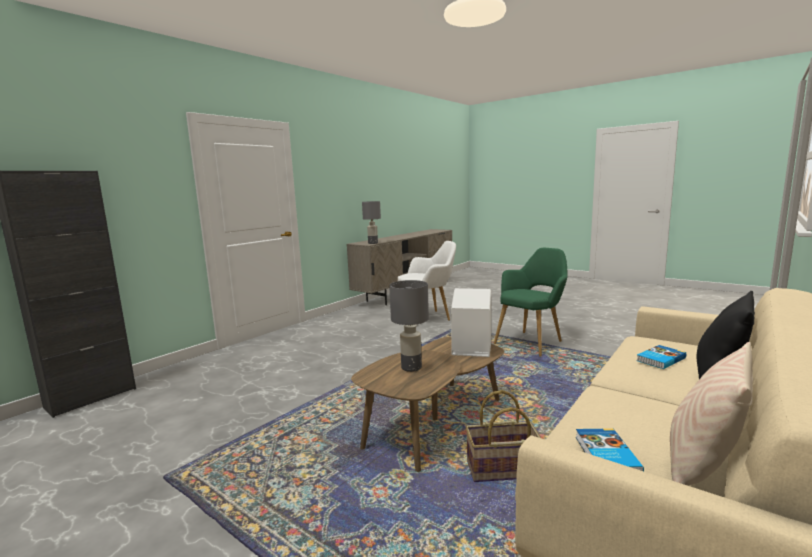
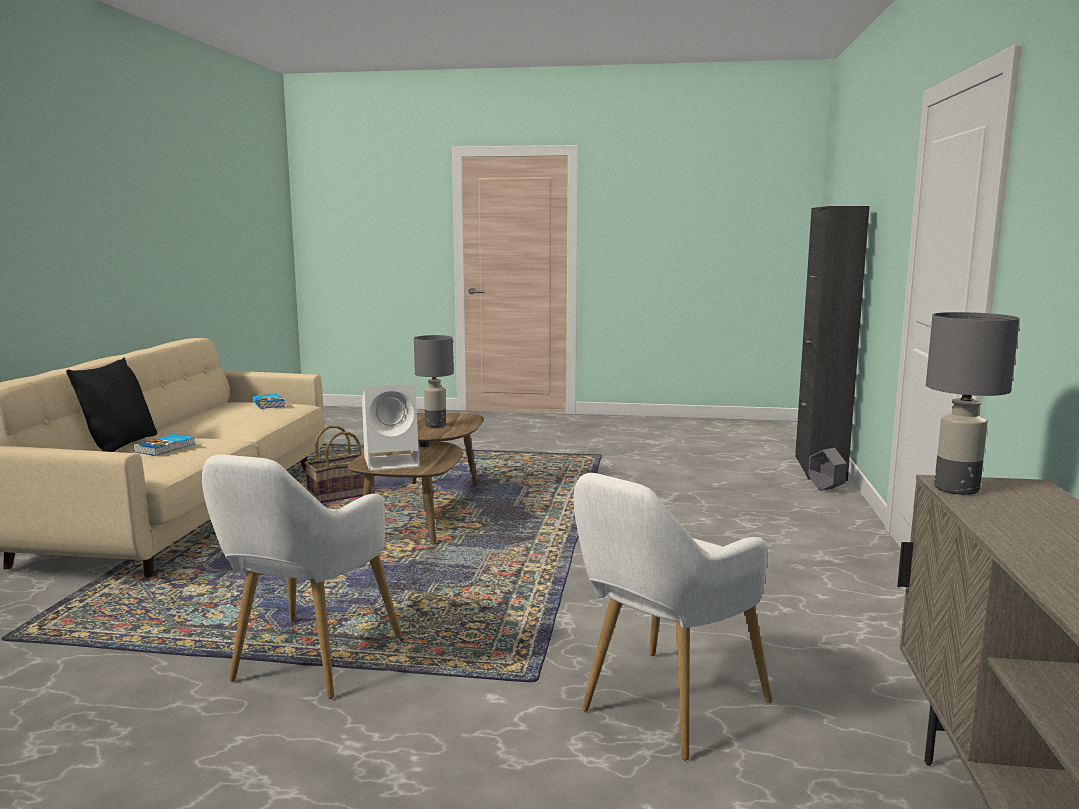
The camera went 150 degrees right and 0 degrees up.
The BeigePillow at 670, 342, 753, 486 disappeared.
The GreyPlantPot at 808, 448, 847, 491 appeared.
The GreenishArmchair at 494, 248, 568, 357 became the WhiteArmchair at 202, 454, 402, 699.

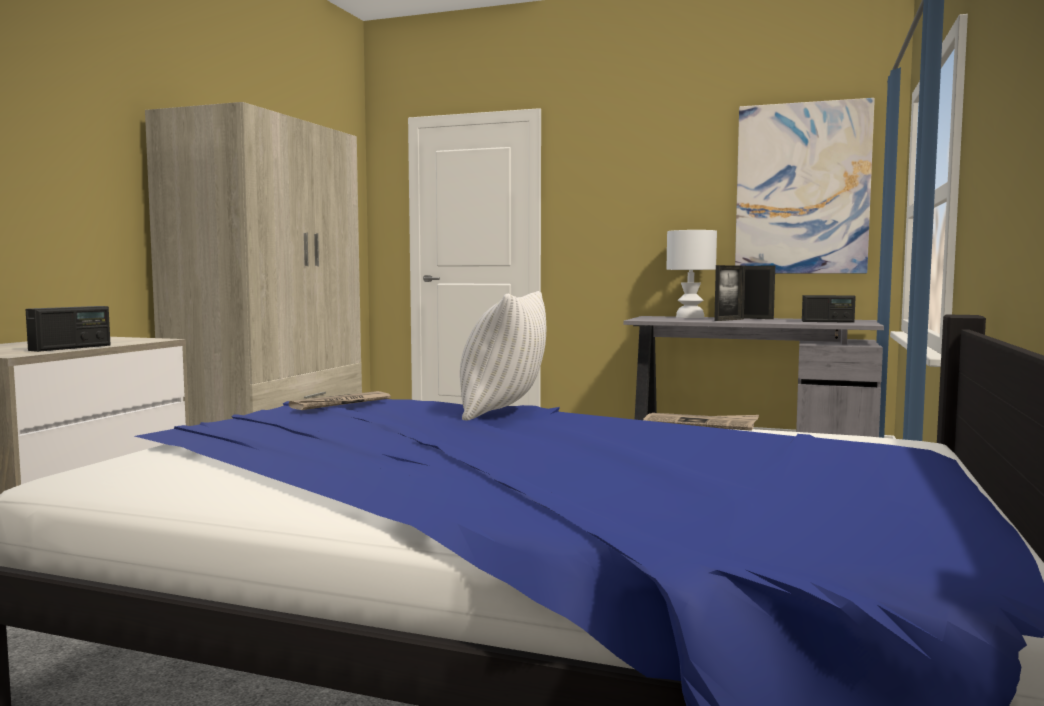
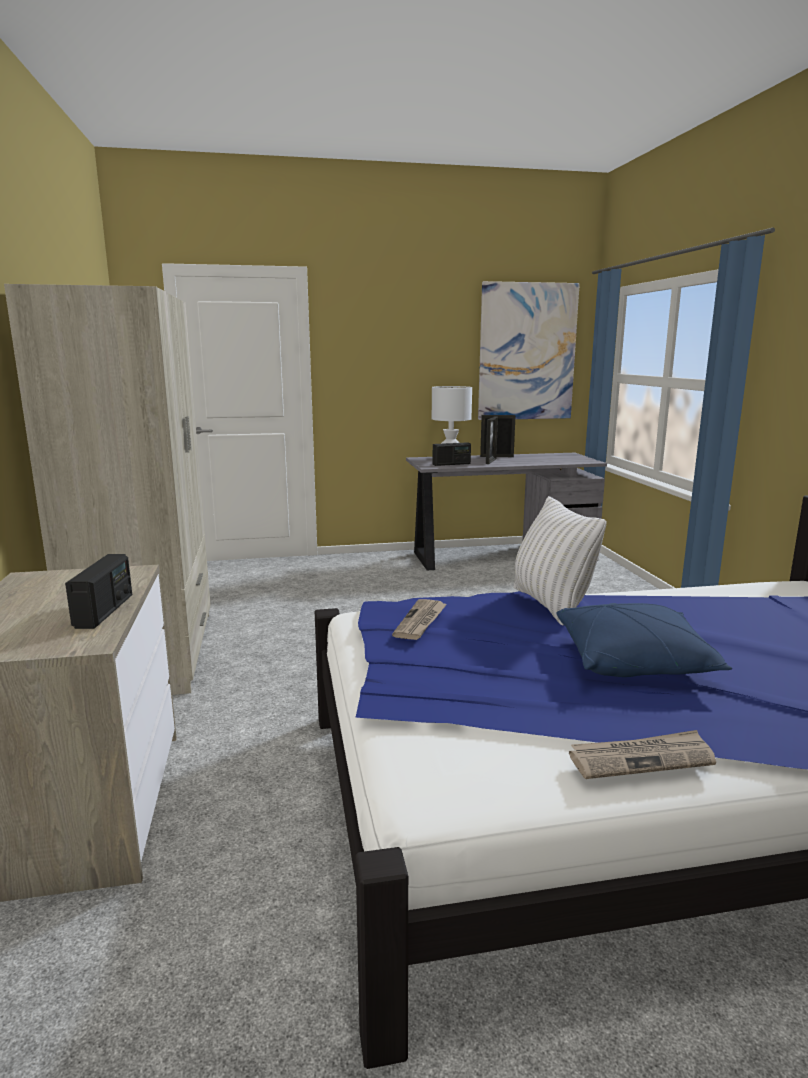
The camera went 30 degrees left and 10 degrees up.
The BlueColouredPillow at 556, 603, 732, 677 appeared.
The Newspaper moved from 643, 413, 759, 431 to 569, 730, 716, 779.
The Radio moved from 802, 295, 856, 323 to 432, 442, 471, 466.

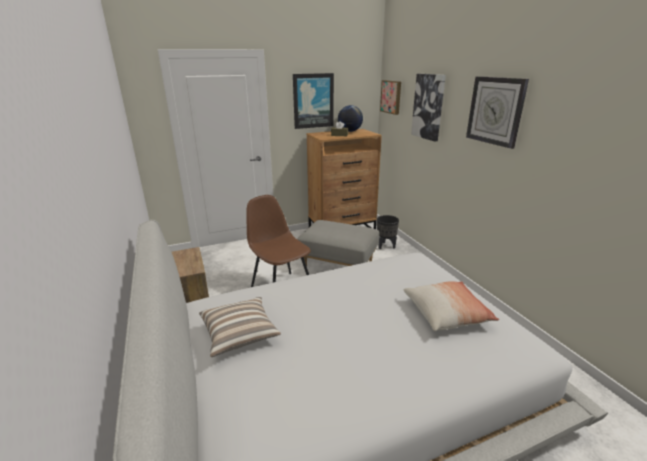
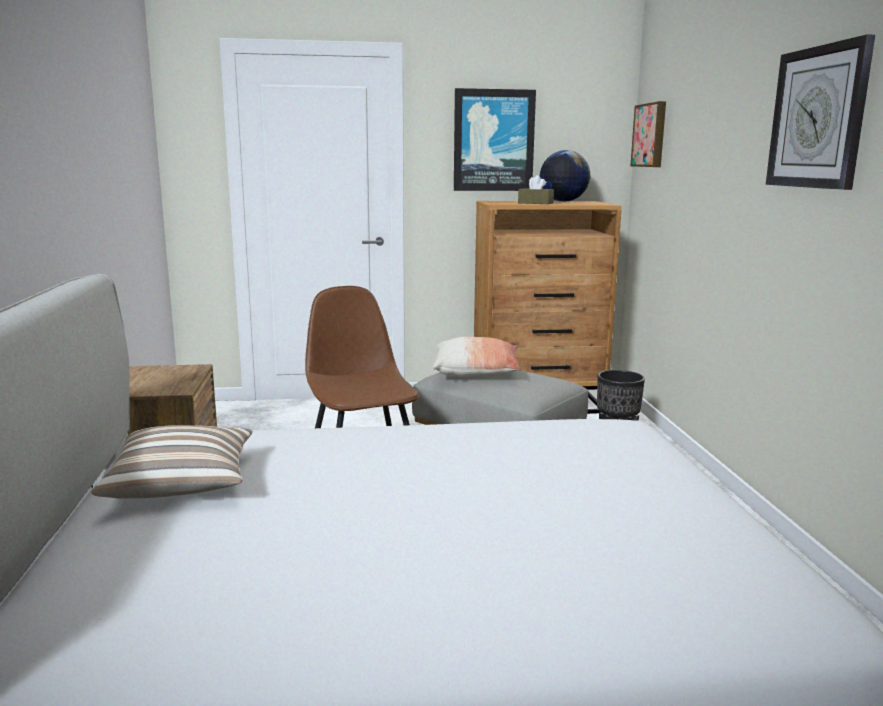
The camera went 15 degrees right and 10 degrees down.
The WallPicture at 411, 74, 446, 142 disappeared.
The Pillow moved from 403, 281, 500, 331 to 433, 337, 521, 377.

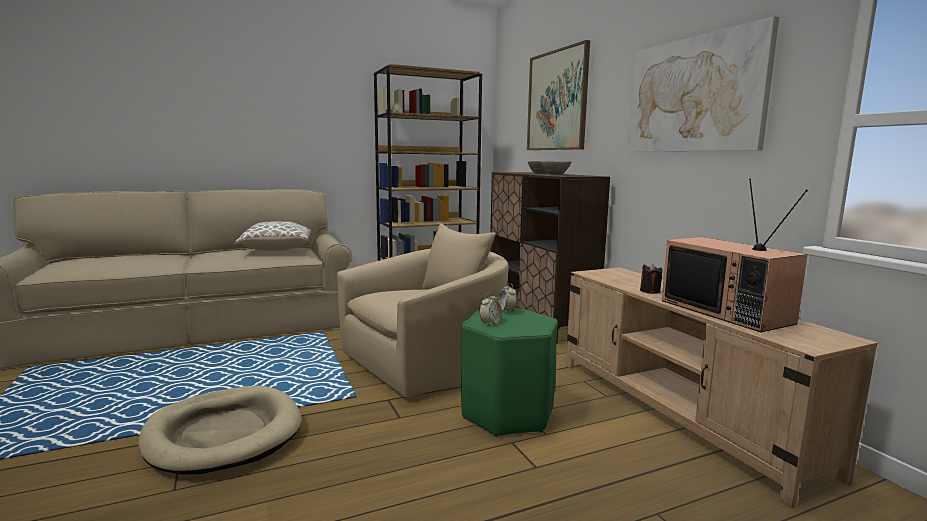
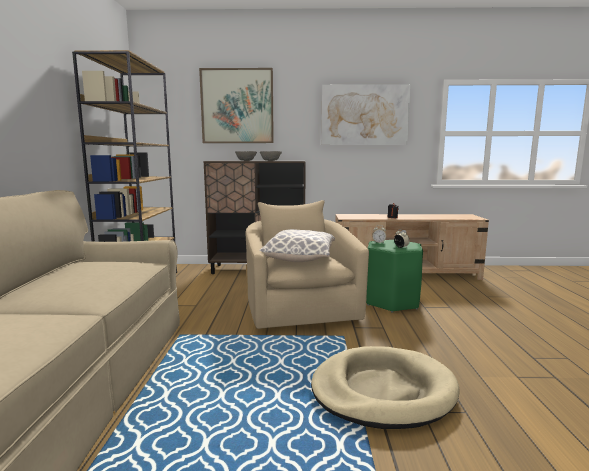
The camera went 65 degrees left and 0 degrees up.
The TvSet at 662, 178, 808, 332 disappeared.
The Pillow moved from 235, 221, 311, 251 to 260, 229, 335, 262.

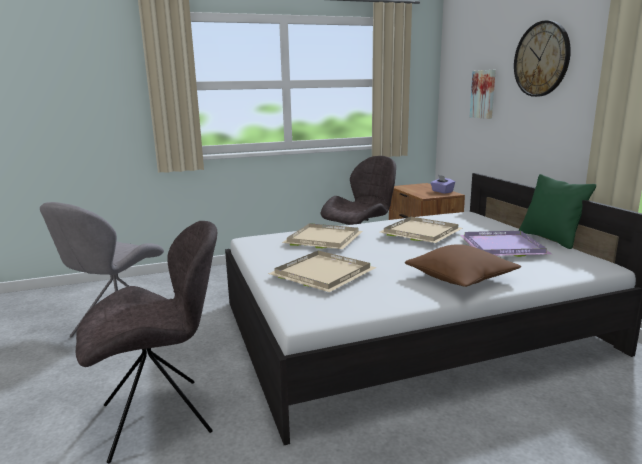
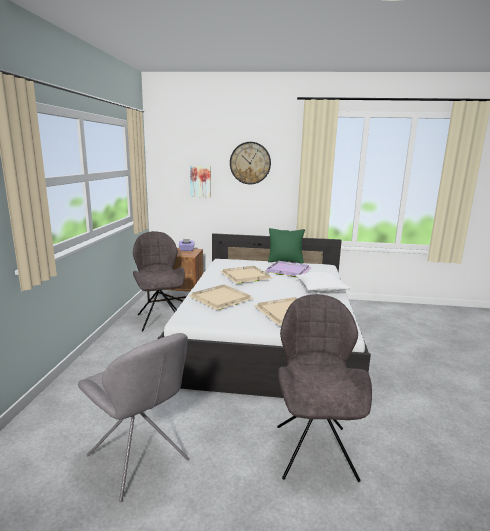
The camera went 65 degrees left and 0 degrees up.
The BrownPillow at 405, 244, 521, 287 became the WhitePillow at 296, 272, 351, 293.

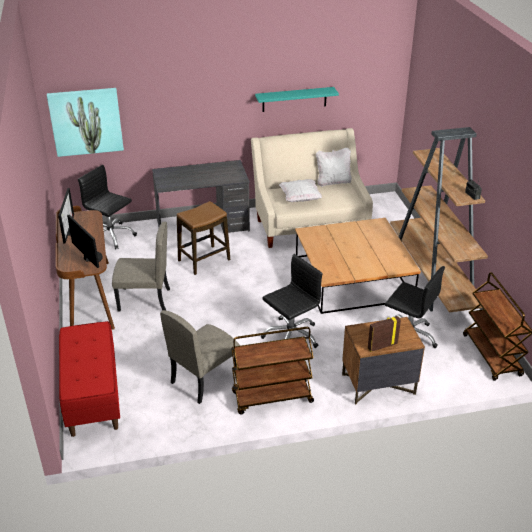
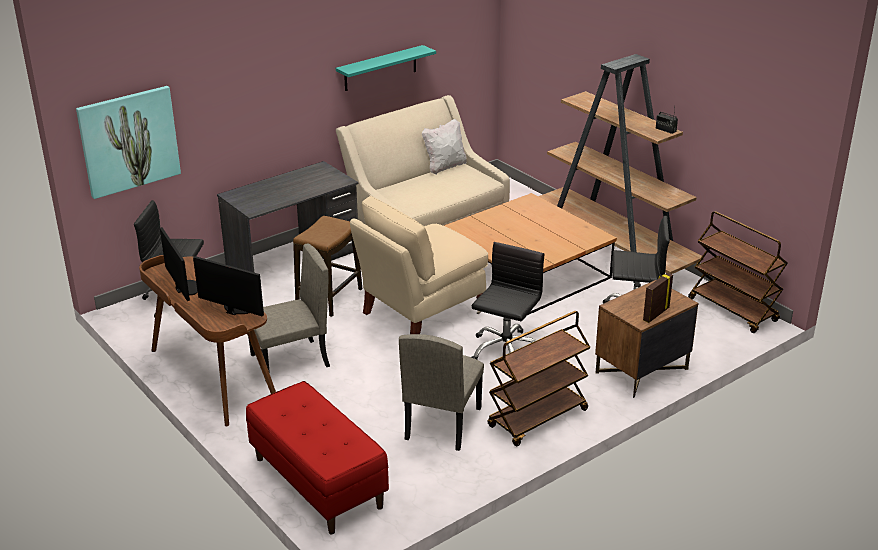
The camera went 25 degrees left and 5 degrees down.
The WhitePillow at 279, 179, 322, 202 disappeared.
The BeigeArmchair at 350, 196, 488, 334 appeared.

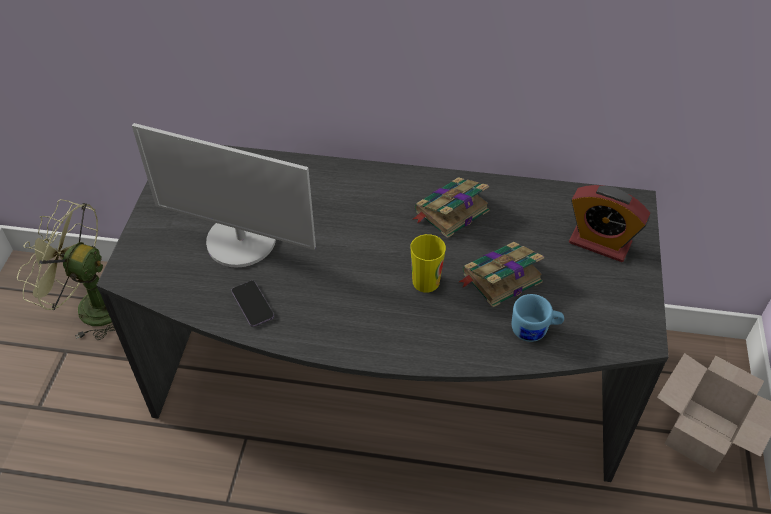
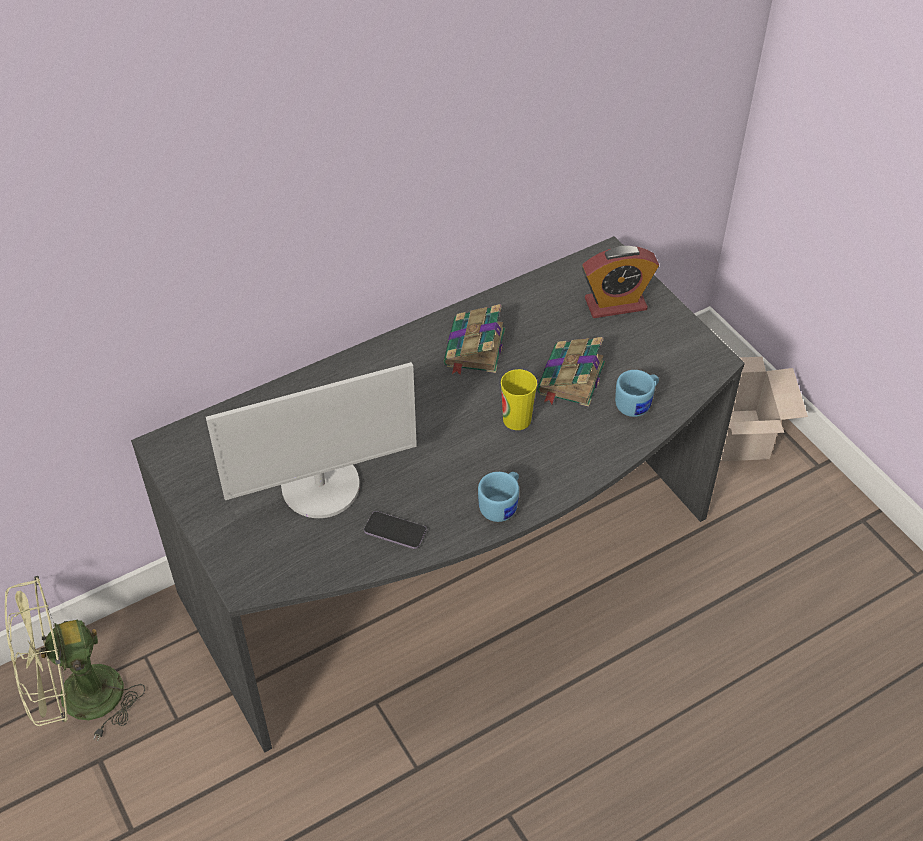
The camera went 40 degrees left and 0 degrees up.
The BlueColouredMug at 478, 472, 519, 522 appeared.

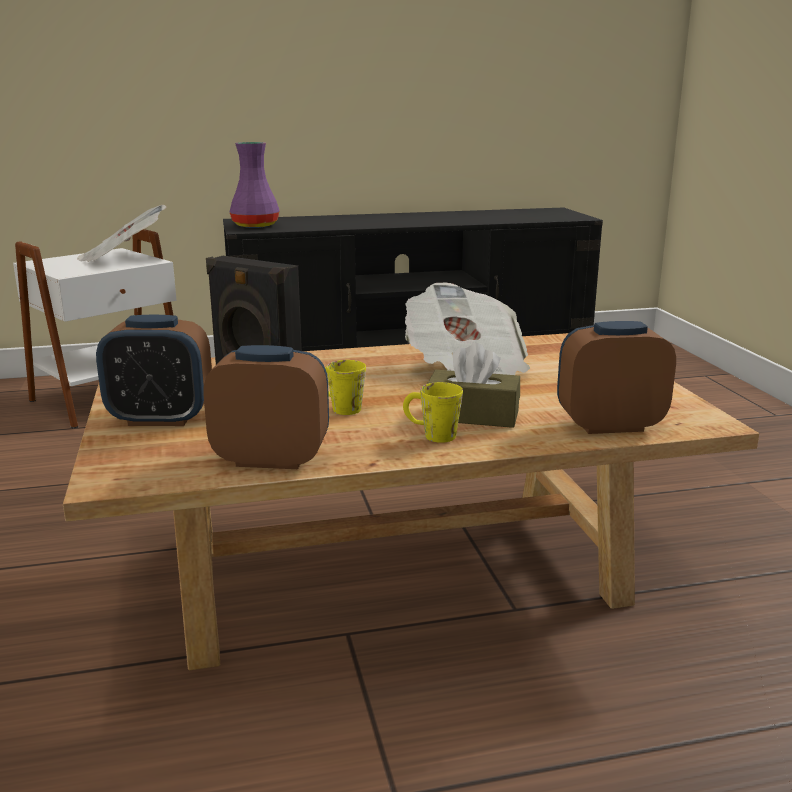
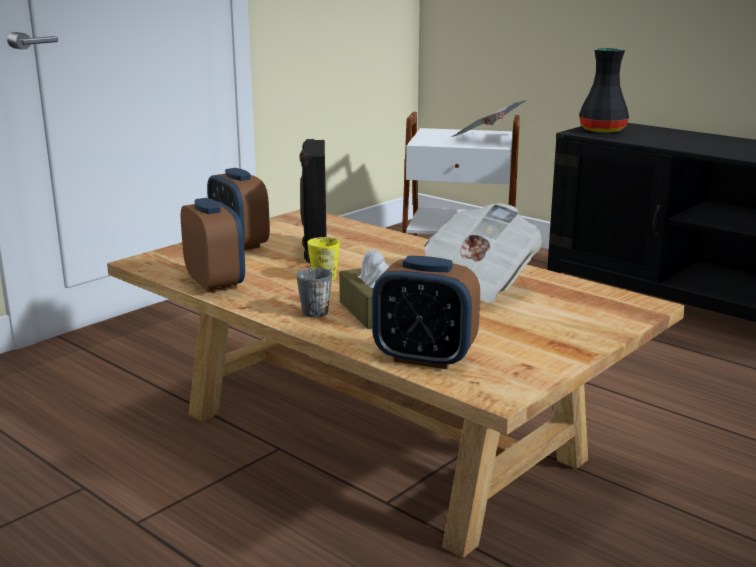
The camera went 55 degrees right and 0 degrees up.
The PurpleColouredFlowerVase at 230, 142, 280, 228 became the BlackColouredFlowerVase at 579, 48, 629, 133.
The YellowMug at 403, 382, 463, 443 became the GreyMug at 296, 267, 332, 318.
The BedsideClock at 557, 321, 676, 434 turned 150 degrees clockwise.

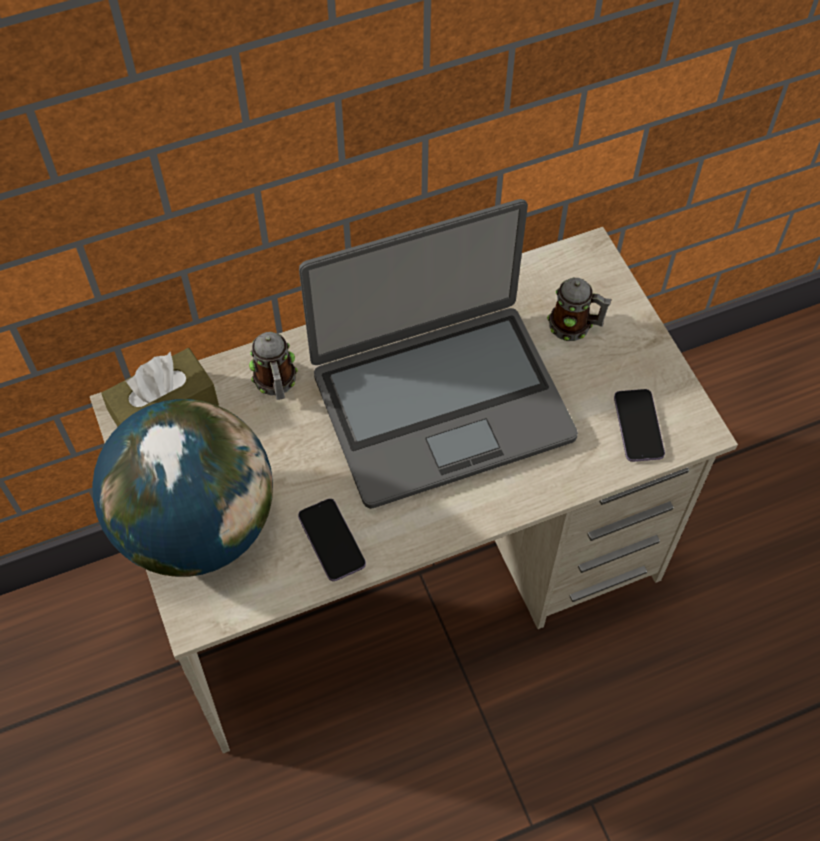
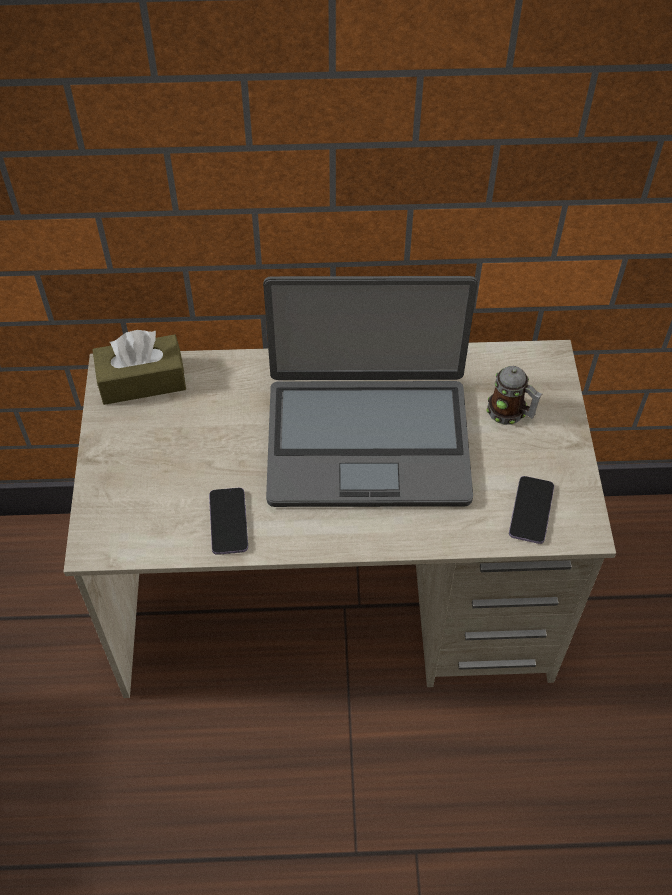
The camera went 20 degrees right and 5 degrees down.
The Globe at 92, 399, 273, 577 disappeared.
The Mug at 249, 332, 298, 400 disappeared.

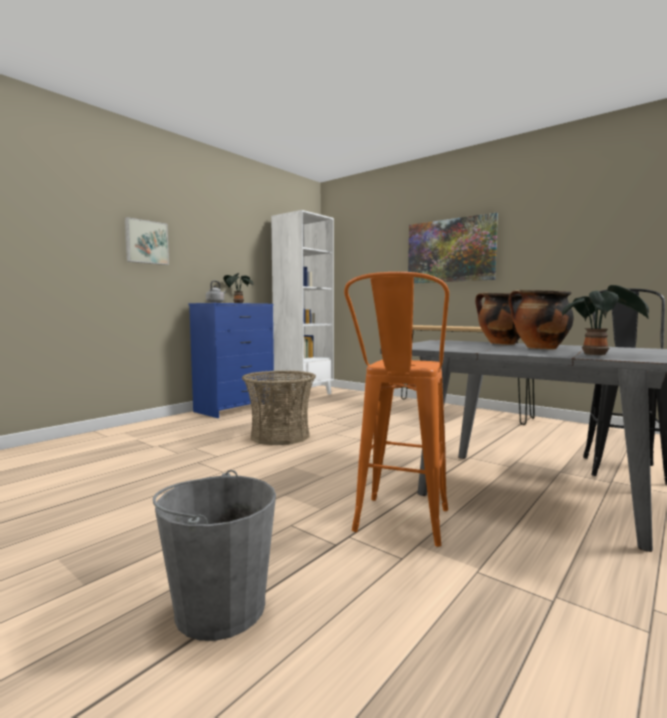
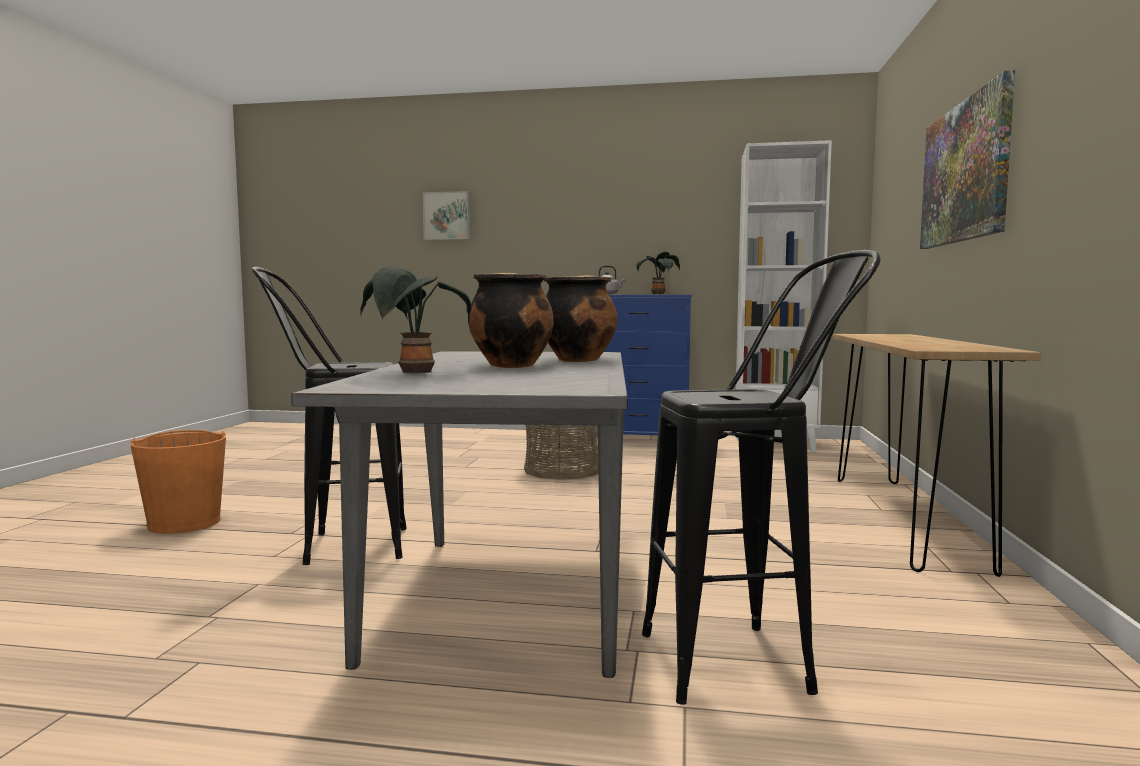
The camera went 60 degrees right and 0 degrees up.
The WallPicture moved from 125, 217, 169, 265 to 423, 191, 470, 240.
The GreyBucket at 153, 470, 276, 641 became the OrangeyBucket at 130, 430, 226, 534.
The OrangeySittingStool at 344, 272, 449, 547 became the BlackColouredSittingStool at 251, 267, 406, 565.

